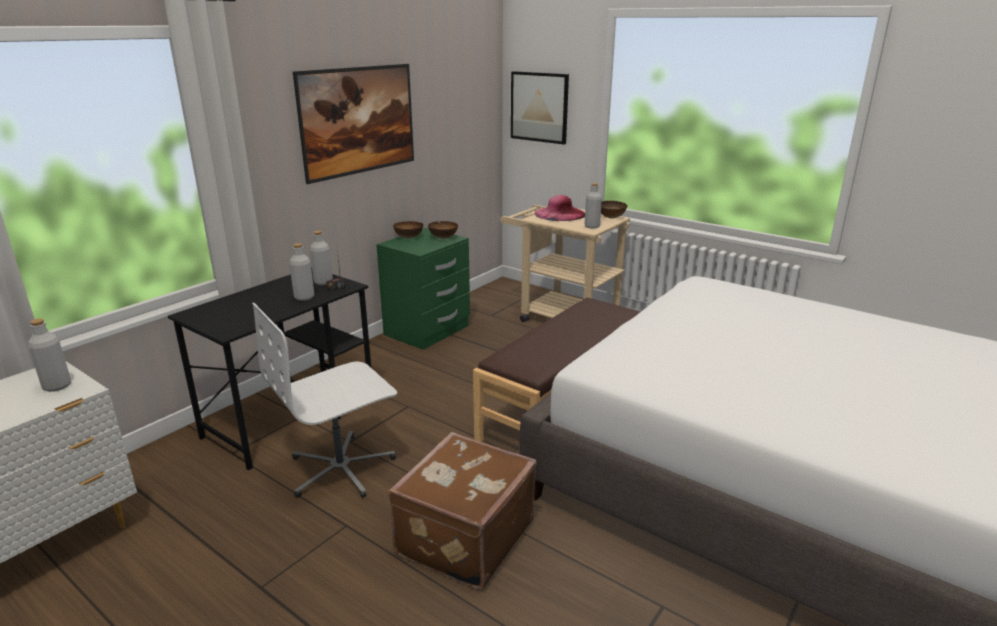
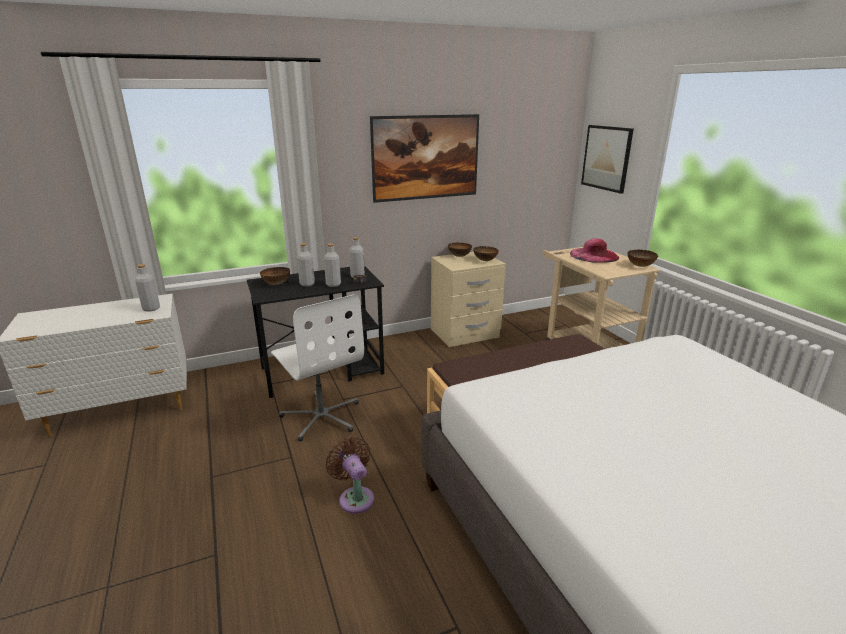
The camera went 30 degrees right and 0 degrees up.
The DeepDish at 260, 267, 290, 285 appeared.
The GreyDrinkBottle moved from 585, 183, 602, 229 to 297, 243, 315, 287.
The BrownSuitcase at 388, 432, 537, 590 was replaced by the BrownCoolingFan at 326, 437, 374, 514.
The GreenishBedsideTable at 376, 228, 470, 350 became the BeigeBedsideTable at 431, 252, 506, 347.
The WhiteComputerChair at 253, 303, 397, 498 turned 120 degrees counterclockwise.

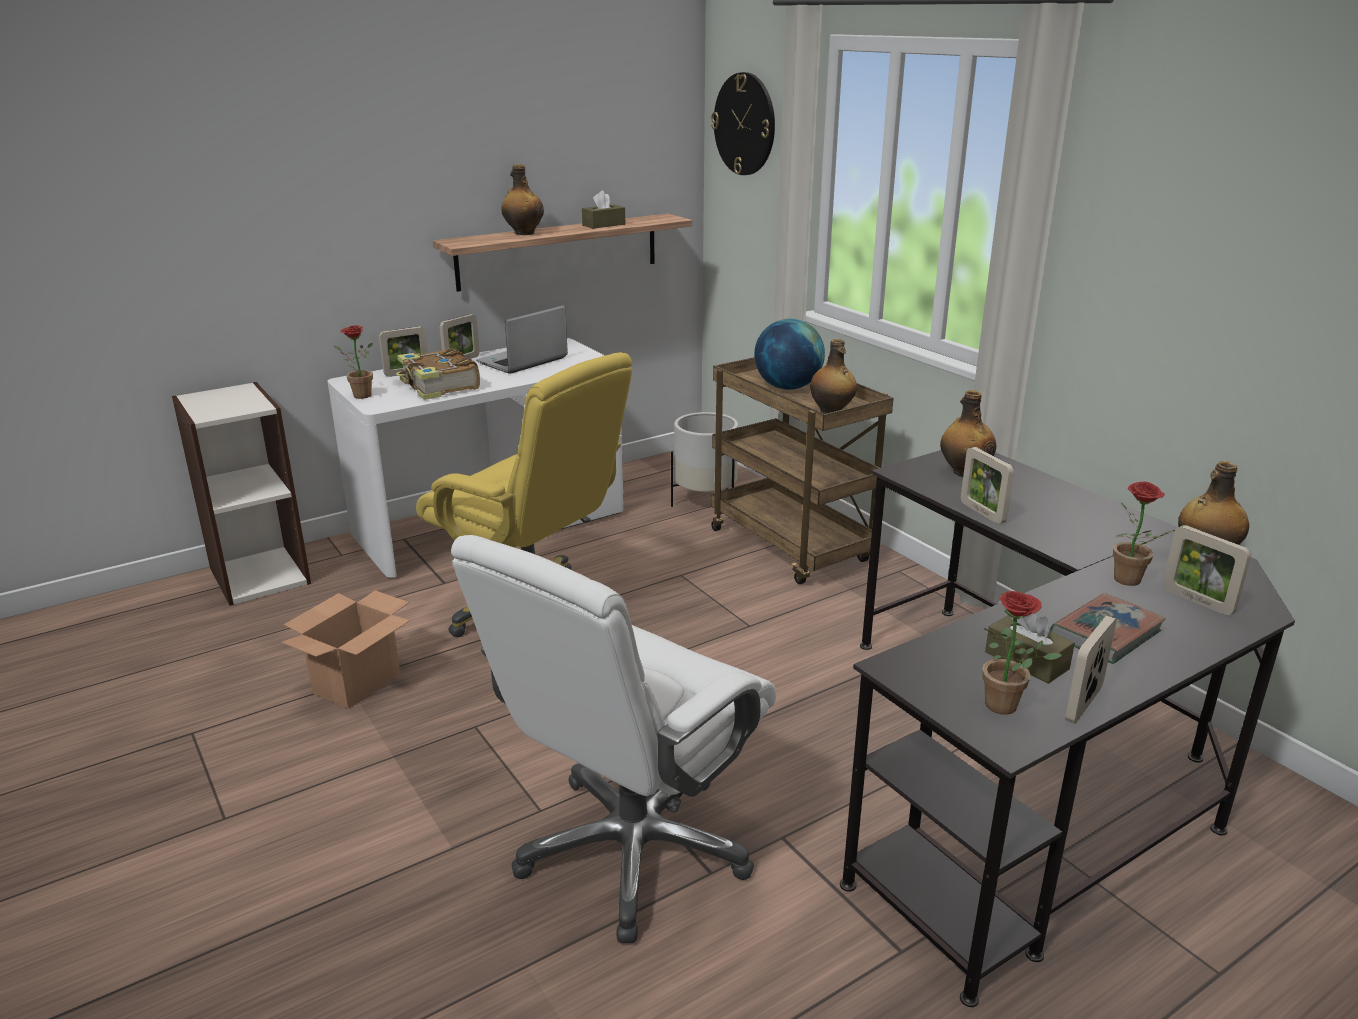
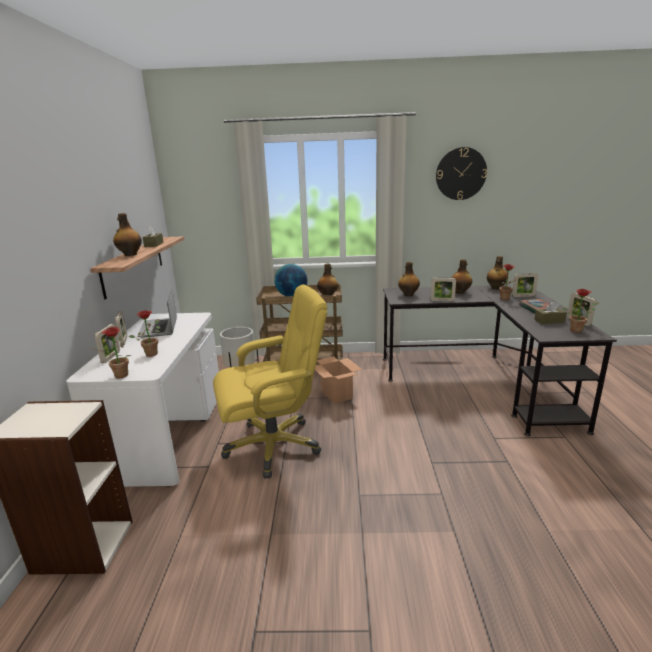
The camera went 55 degrees left and 5 degrees down.
The WhiteComputerChair at 451, 535, 776, 943 disappeared.
The DrinkBottle at 451, 259, 472, 294 appeared.
The PackingBox moved from 281, 590, 410, 709 to 315, 356, 361, 404.
The ClockOnTheWall moved from 711, 72, 775, 175 to 436, 147, 487, 200.
The Volume at 396, 348, 480, 400 was replaced by the PlantInAPot at 129, 311, 161, 357.

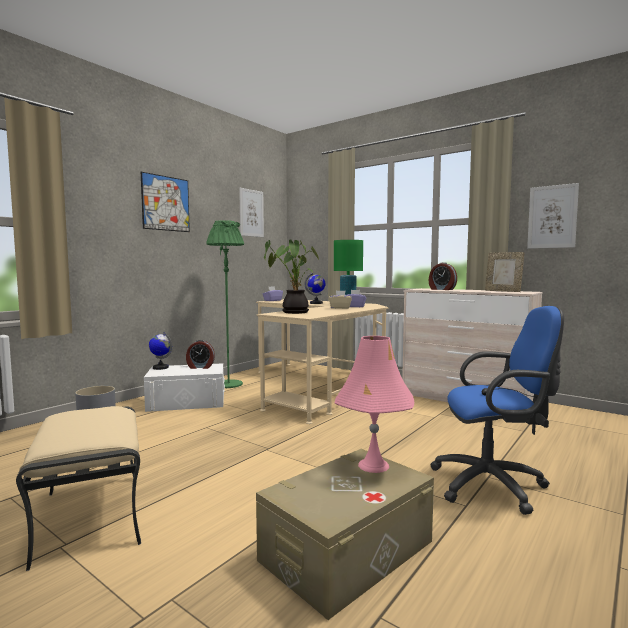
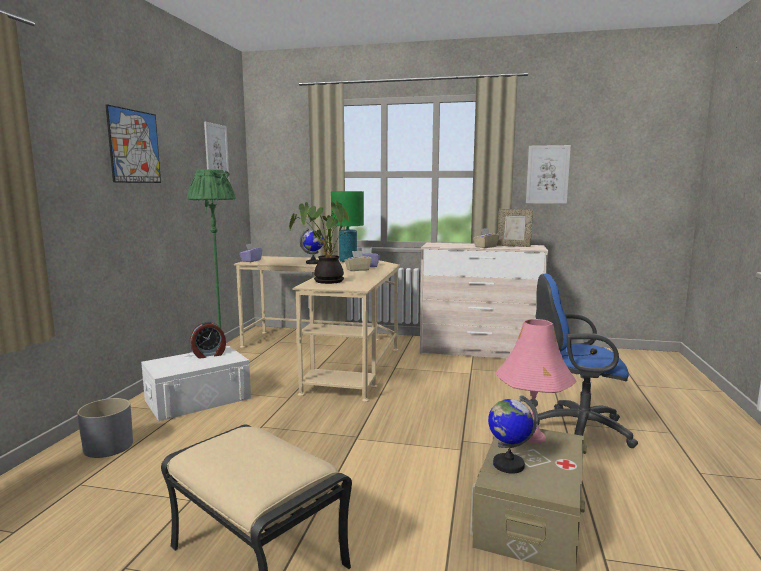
The camera went 25 degrees left and 5 degrees up.
The BedsideClock at 429, 262, 457, 290 disappeared.
The BeigeTissueBox at 473, 228, 499, 248 appeared.
The Globe moved from 149, 332, 172, 370 to 488, 395, 538, 474.
The BlueColouredComputerChair at 430, 306, 564, 515 turned 150 degrees counterclockwise.

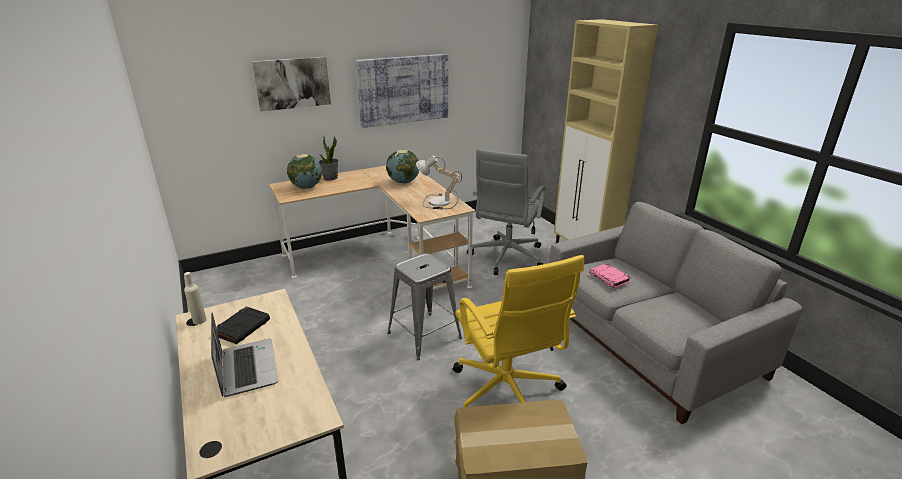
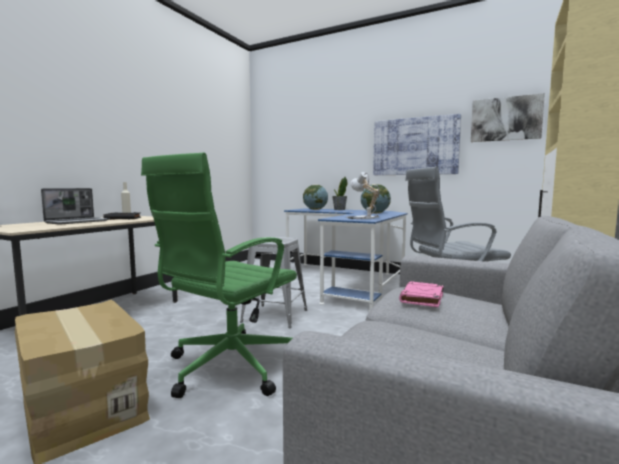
The camera went 55 degrees right and 20 degrees down.
The WallPicture moved from 252, 57, 331, 111 to 471, 93, 545, 142.
The BeigeDeskUnit at 269, 166, 476, 301 became the BlueColouredDeskUnit at 284, 208, 408, 312.
The YellowComputerChair at 453, 255, 585, 408 became the GreenishComputerChair at 141, 152, 297, 398.

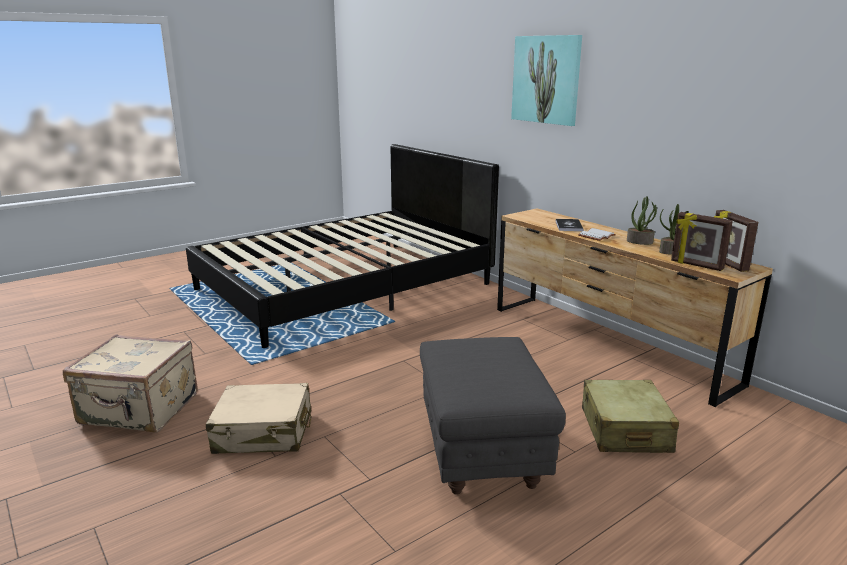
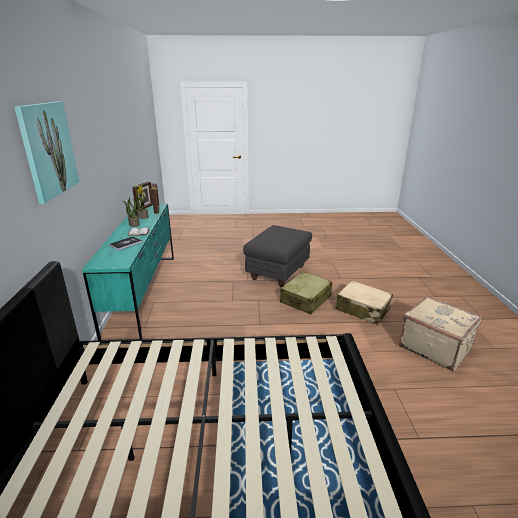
The camera went 145 degrees left and 5 degrees up.
The BeigeSuitcase moved from 582, 380, 679, 453 to 280, 271, 332, 314.
The BrownDresser at 497, 208, 773, 407 became the TurquoiseDresser at 82, 203, 174, 340.

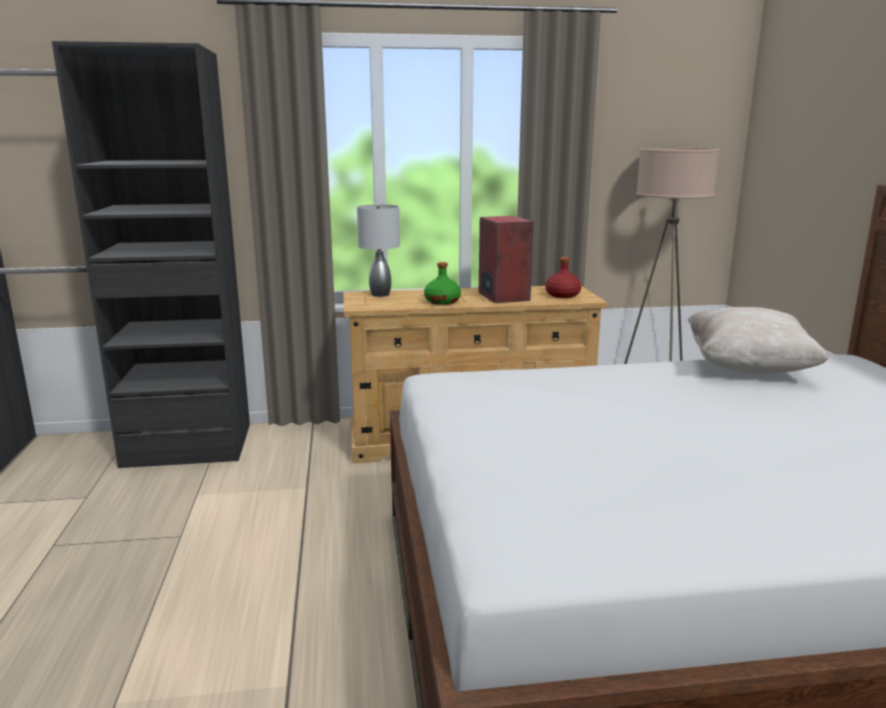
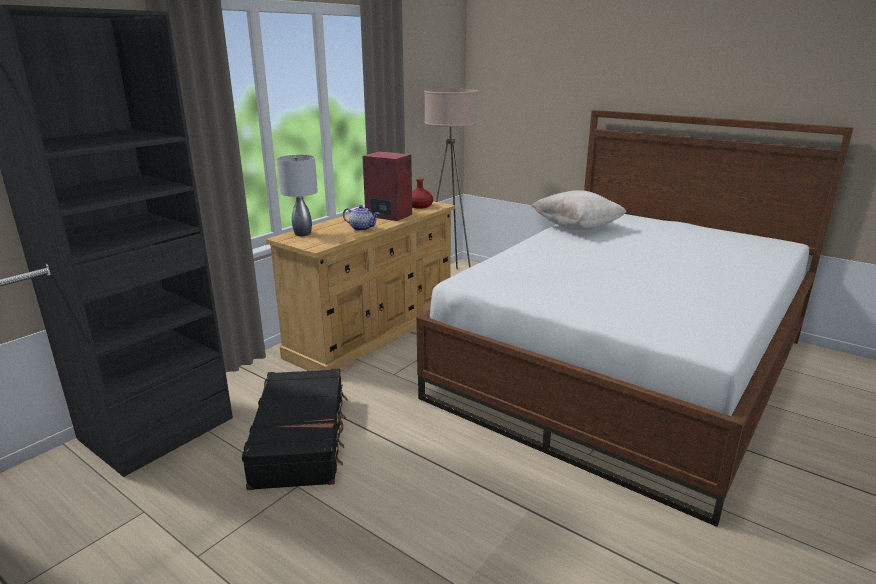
The camera went 45 degrees left and 5 degrees up.
The BlackColouredSuitcase at 242, 369, 348, 490 appeared.
The GreenishDrinkBottle at 424, 262, 461, 305 was replaced by the PotForTea at 343, 205, 380, 231.

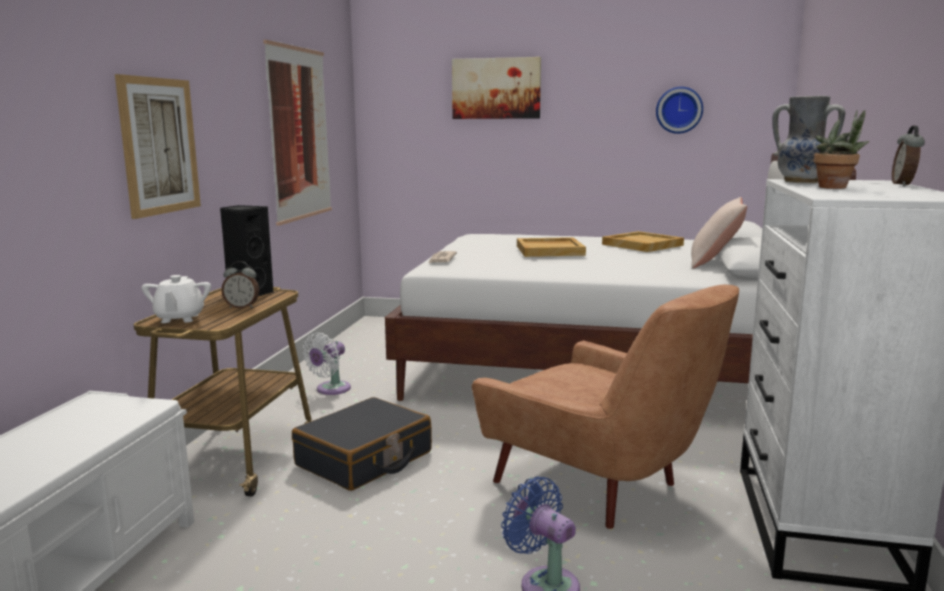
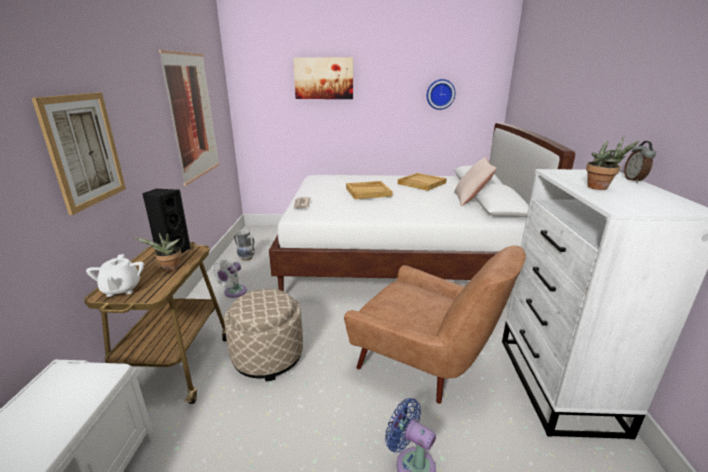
The camera went 10 degrees left and 10 degrees up.
The FlowerVase moved from 772, 96, 845, 183 to 234, 229, 255, 261.
The BedsideClock at 221, 261, 259, 308 was replaced by the PlantInAPot at 133, 233, 181, 271.
The BlackColouredSuitcase at 292, 397, 432, 491 was replaced by the BeigePouffe at 224, 289, 303, 381.

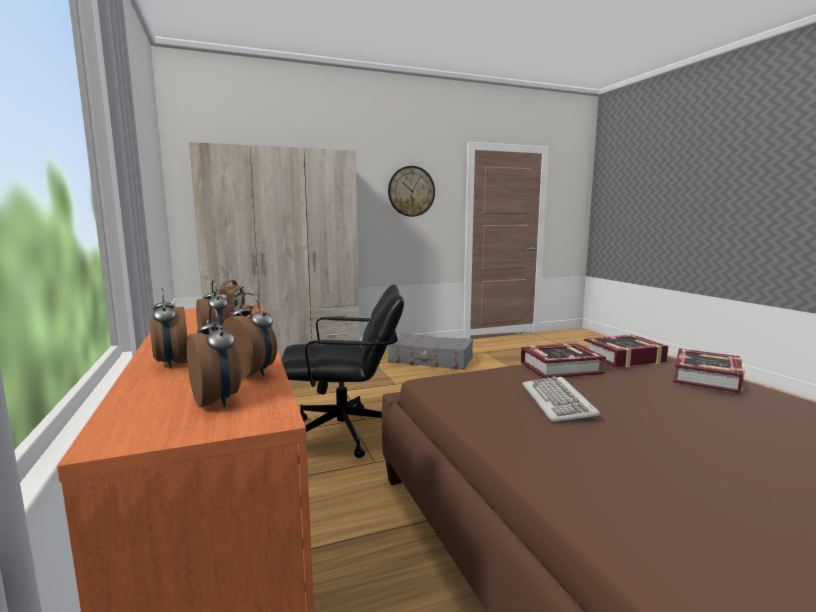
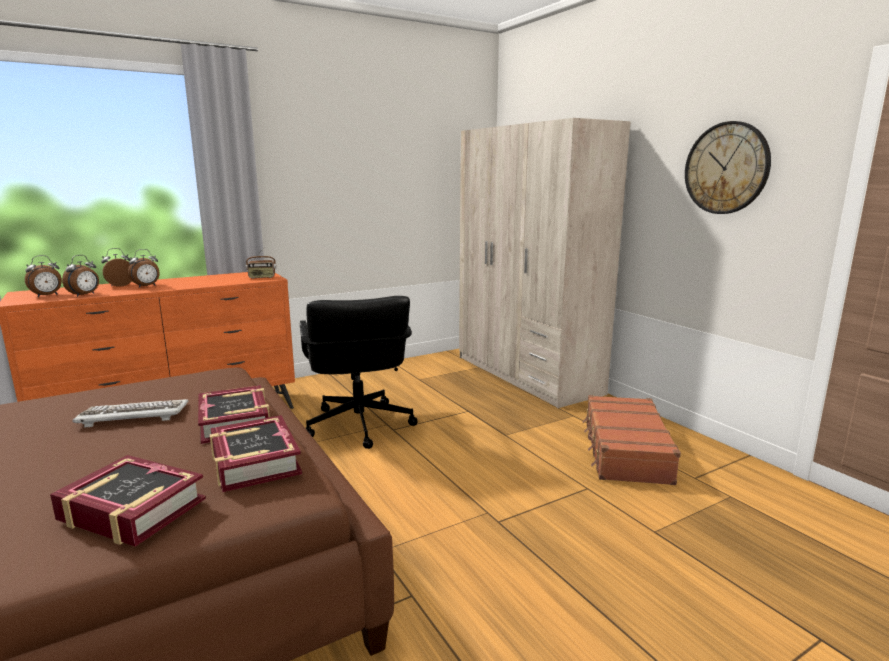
The camera went 80 degrees right and 5 degrees up.
The GreySuitcase at 388, 333, 473, 370 became the BrownSuitcase at 582, 395, 681, 485.

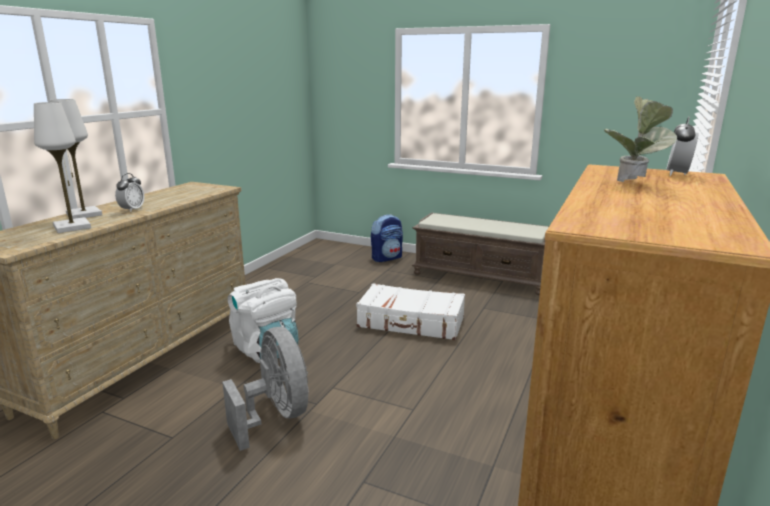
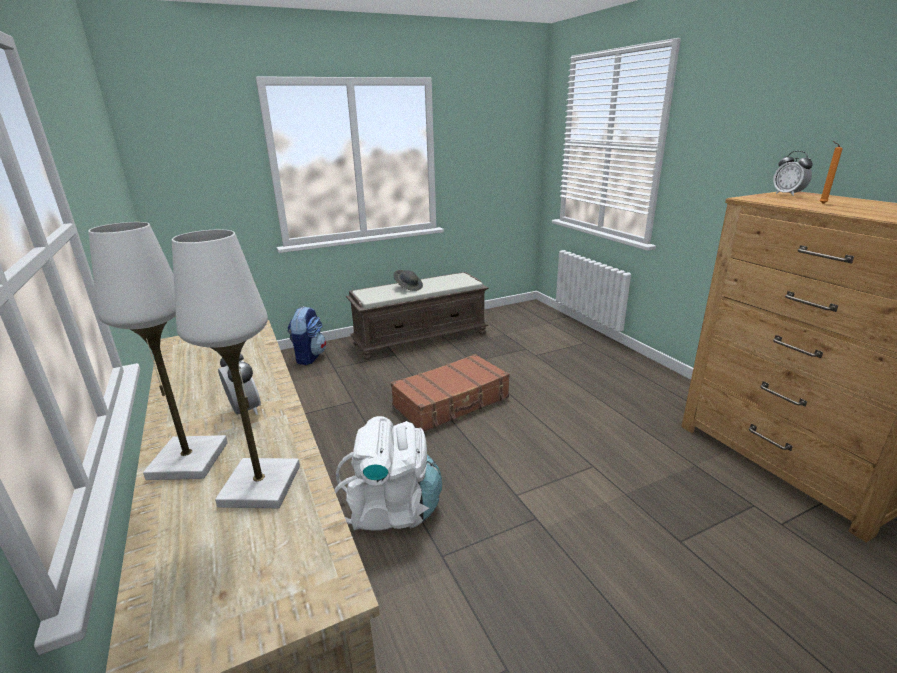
The camera went 50 degrees left and 5 degrees up.
The GreyCoolingFan at 222, 327, 309, 451 disappeared.
The GreyWearableHat at 393, 270, 423, 291 appeared.
The PlantInAPot at 604, 96, 677, 182 was replaced by the OrangeyWaxCandle at 820, 141, 843, 204.
The WhiteSuitcase at 356, 284, 465, 340 became the BrownSuitcase at 391, 354, 510, 431.

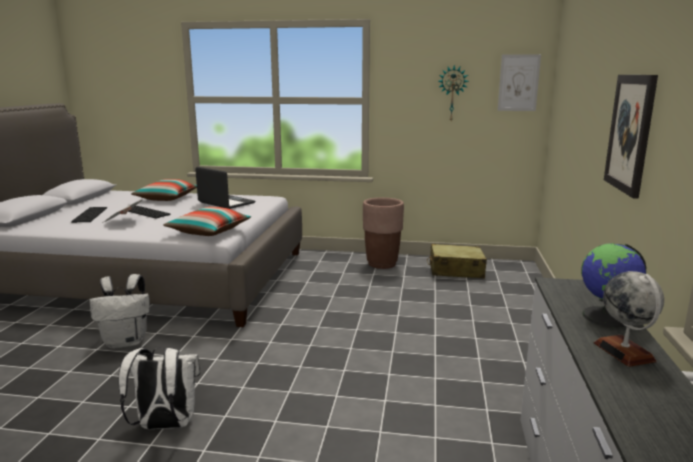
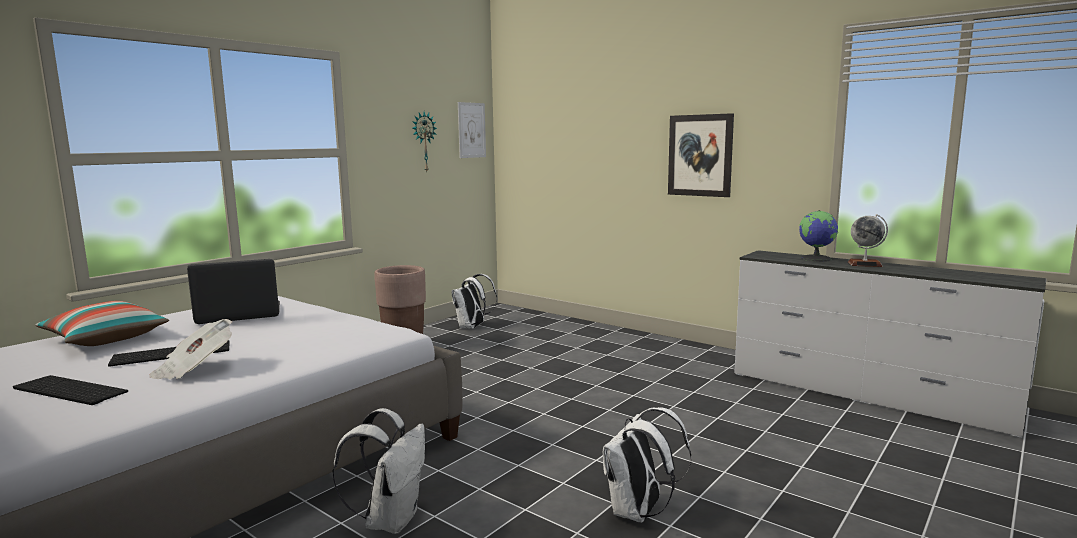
The camera went 60 degrees left and 5 degrees down.
The Pillow at 163, 207, 251, 236 disappeared.
The BeigeSuitcase at 427, 244, 487, 278 was replaced by the WhiteKnapsack at 451, 274, 497, 329.

